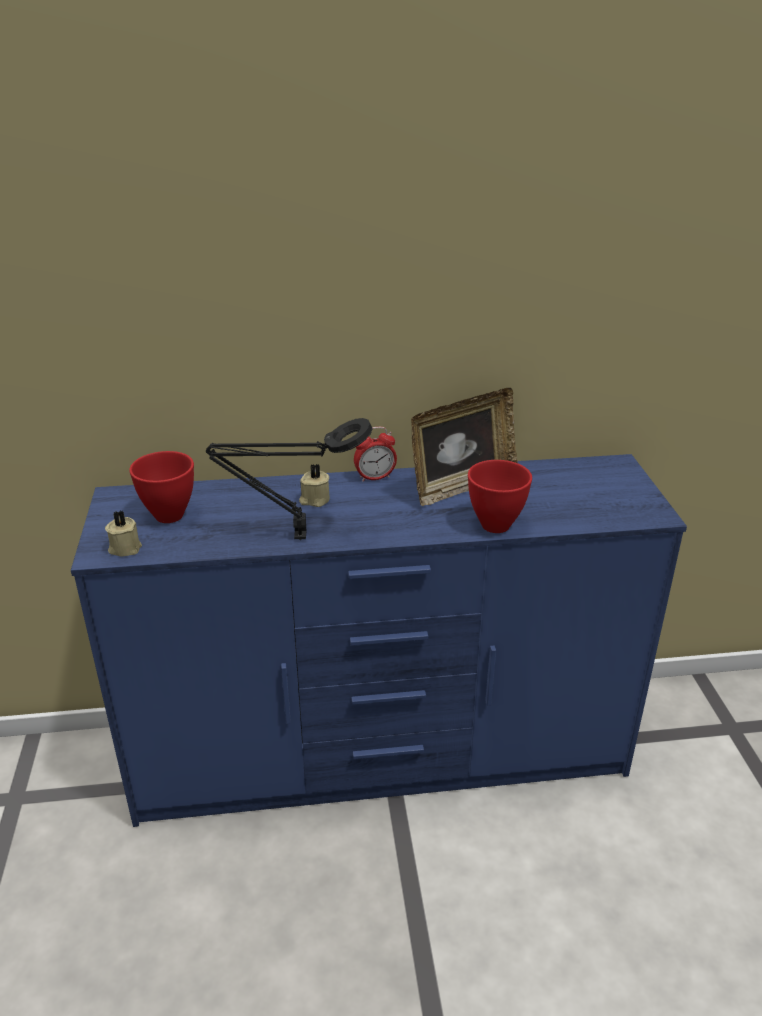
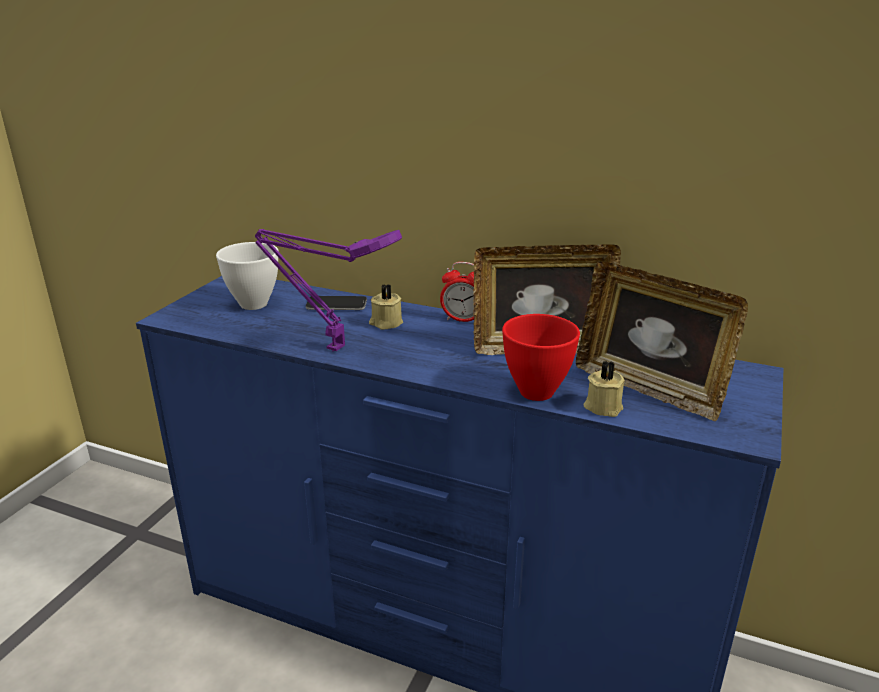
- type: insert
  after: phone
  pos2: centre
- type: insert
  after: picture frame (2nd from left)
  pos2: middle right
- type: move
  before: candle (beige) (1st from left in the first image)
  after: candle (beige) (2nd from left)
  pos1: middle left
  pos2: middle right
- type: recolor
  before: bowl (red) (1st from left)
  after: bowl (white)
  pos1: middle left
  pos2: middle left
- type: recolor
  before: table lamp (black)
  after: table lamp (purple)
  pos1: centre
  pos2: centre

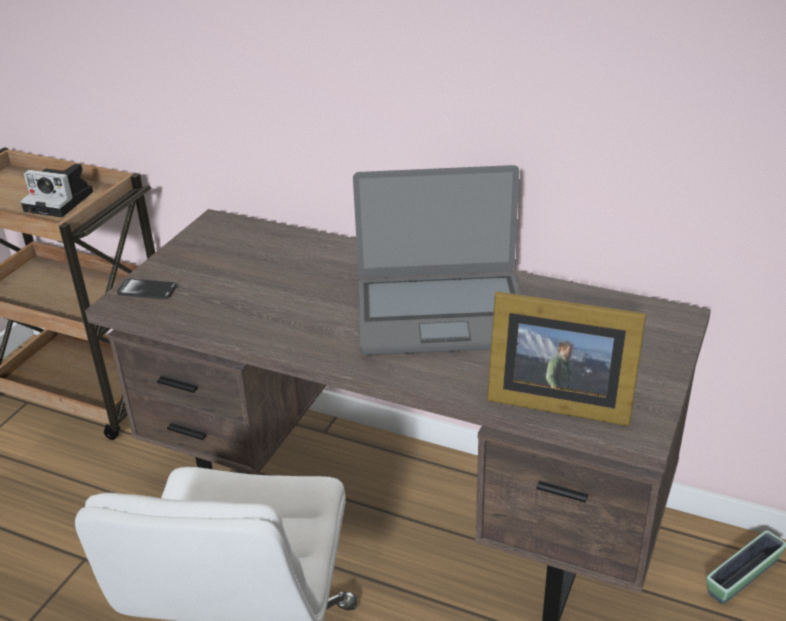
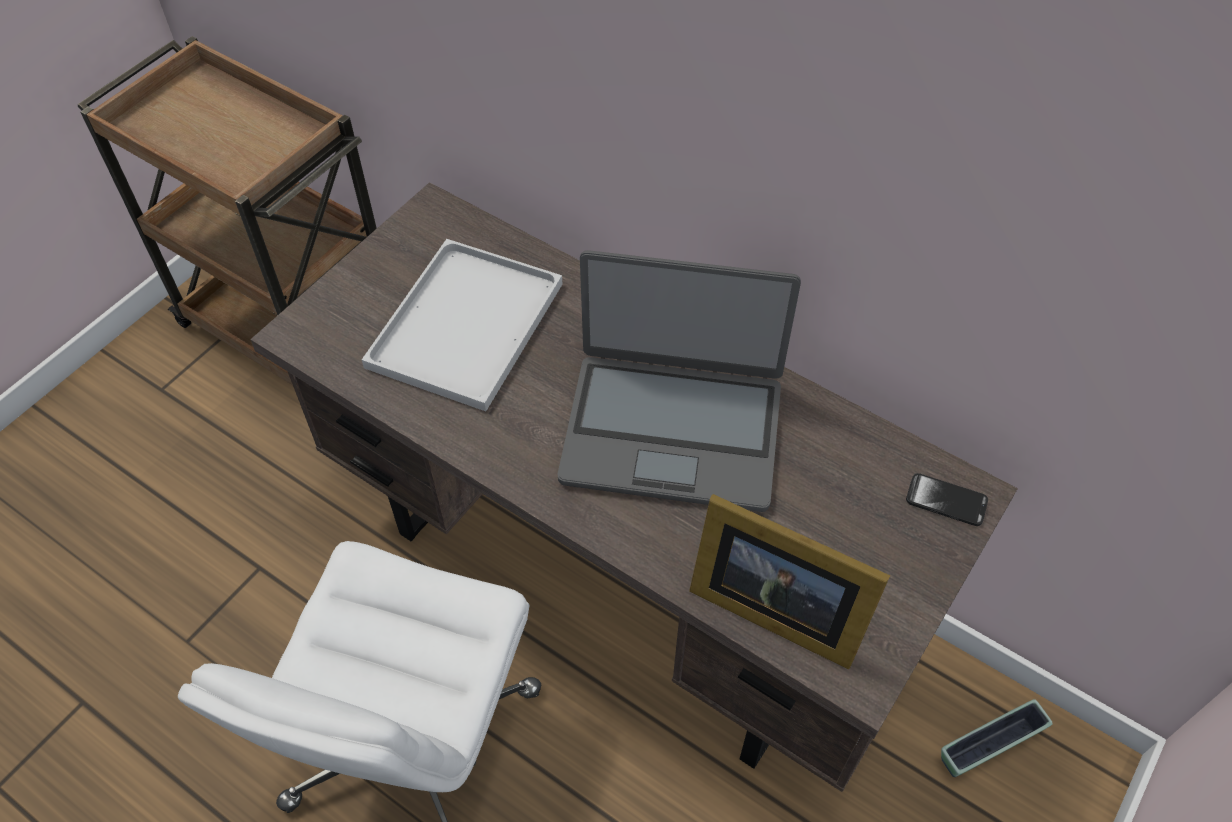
- type: delete
  before: photo camera
  pos1: top left
- type: insert
  after: tray (white)
  pos2: centre
- type: move
  before: phone
  pos1: middle left
  pos2: middle right

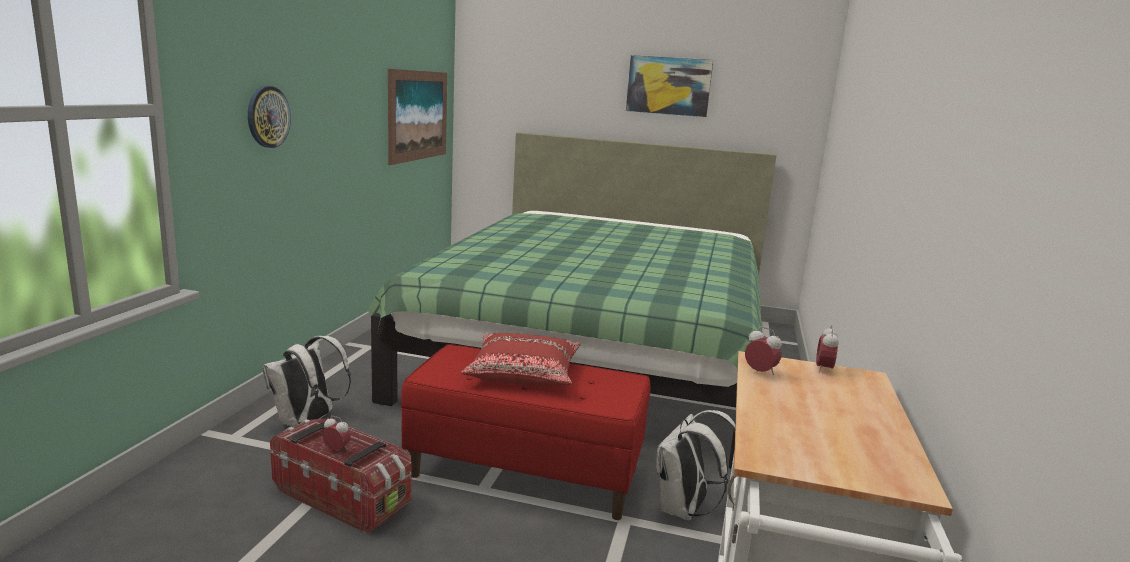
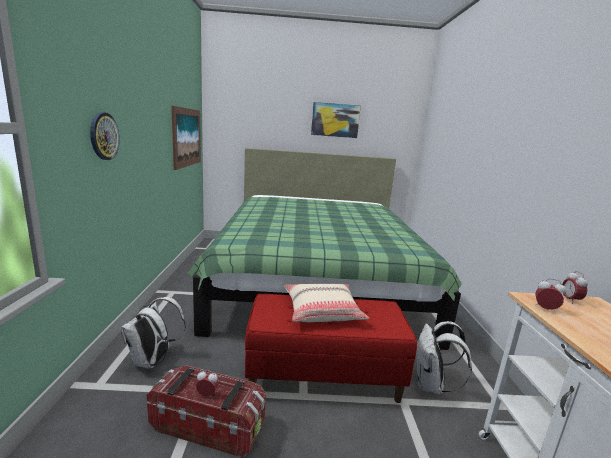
- type: recolor
  before: pillow (red)
  after: pillow (beige)
  pos1: centre
  pos2: centre

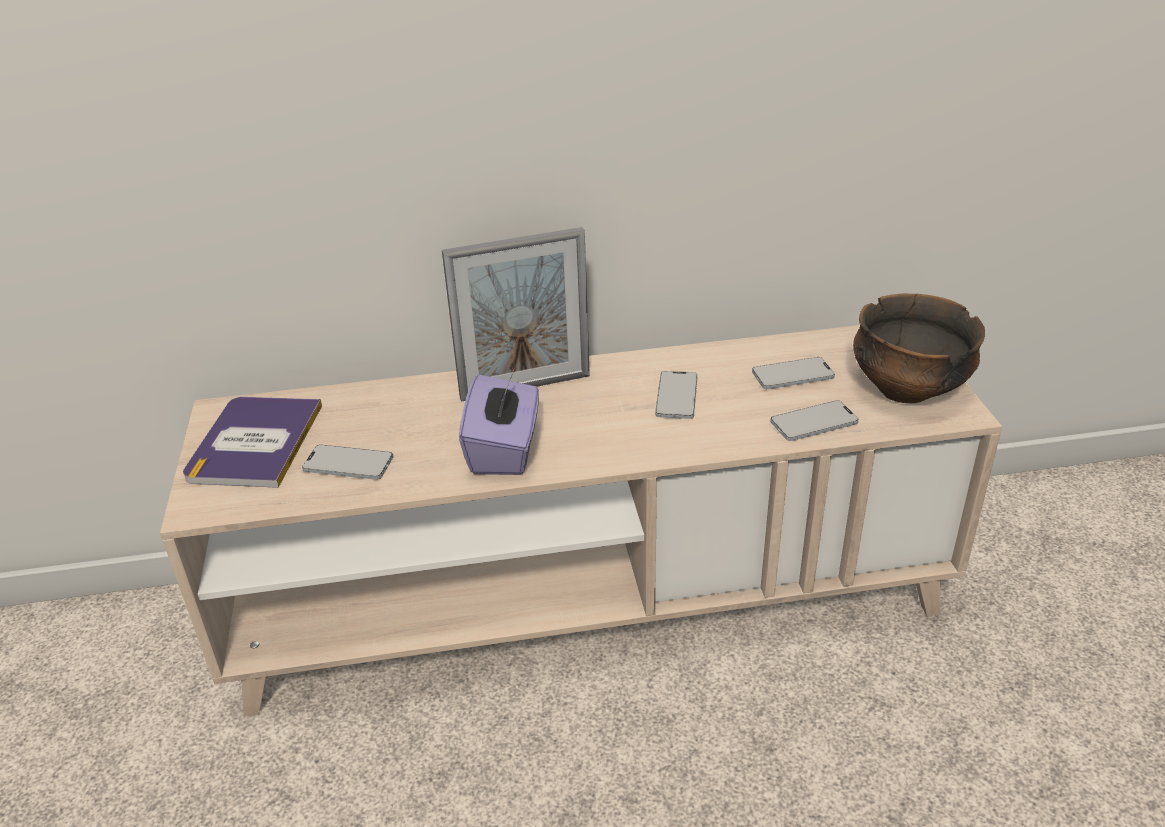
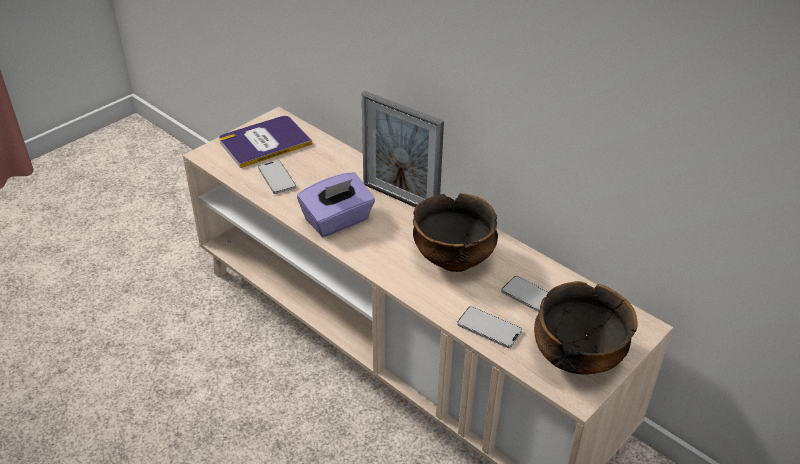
- type: replace
  before: phone (2nd from left)
  after: bowl (1st from left)
  pos1: centre
  pos2: centre

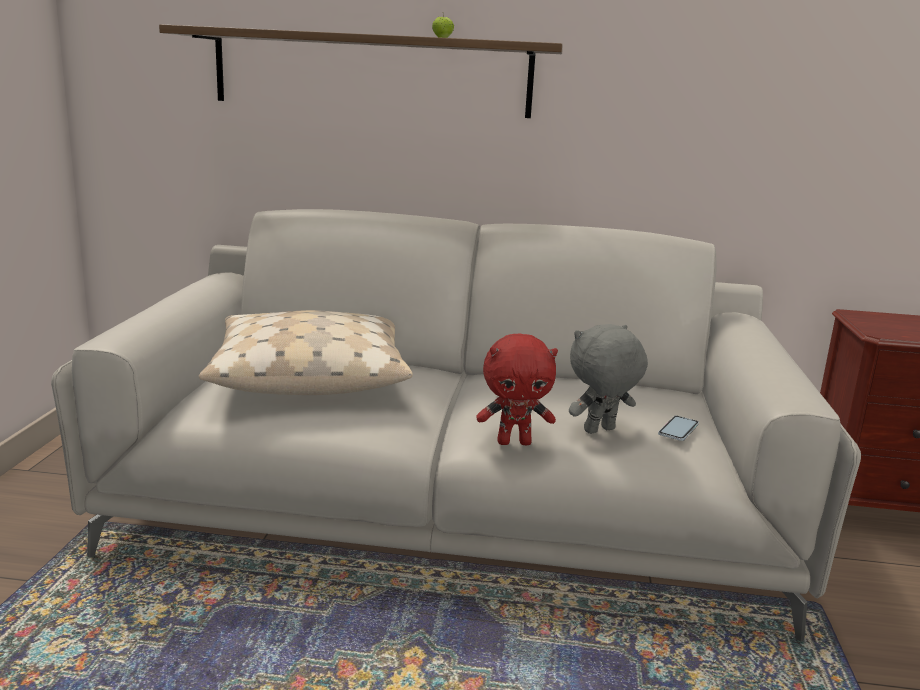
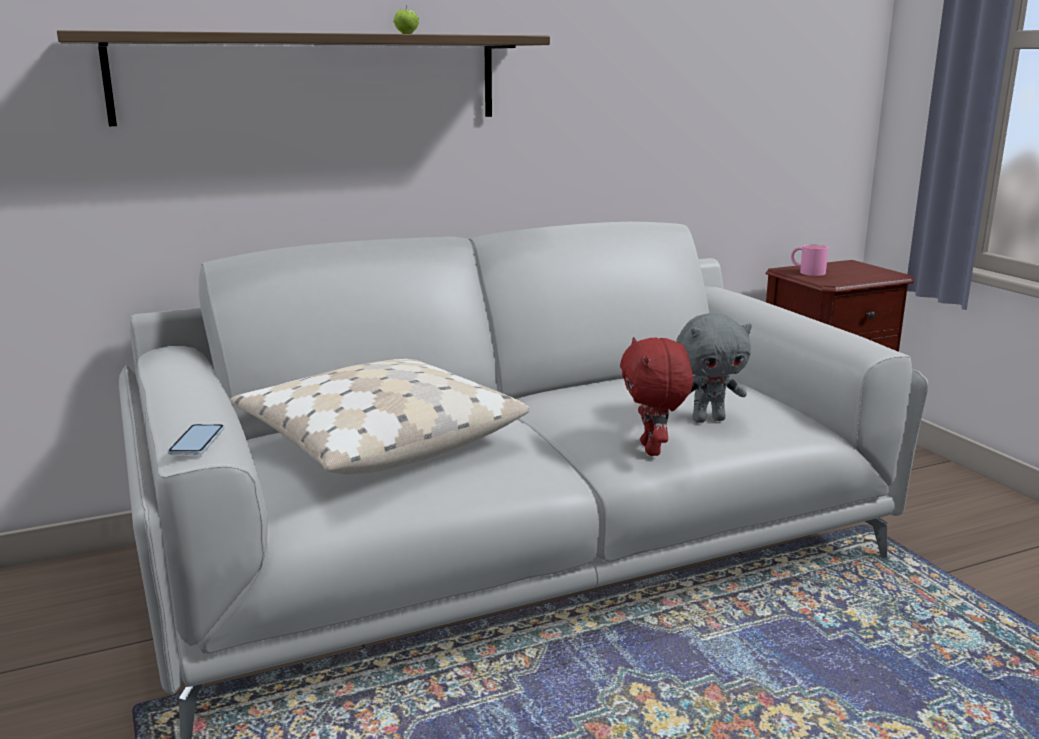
- type: insert
  after: mug (pink)
  pos2: middle right
- type: move
  before: phone
  pos1: middle right
  pos2: middle left
- type: rotate
  before: plush toy (red)
  pos1: centre
  pos2: centre
  turn: 120
- type: rotate
  before: plush toy (grey)
  pos1: centre
  pos2: middle right
  turn: -135

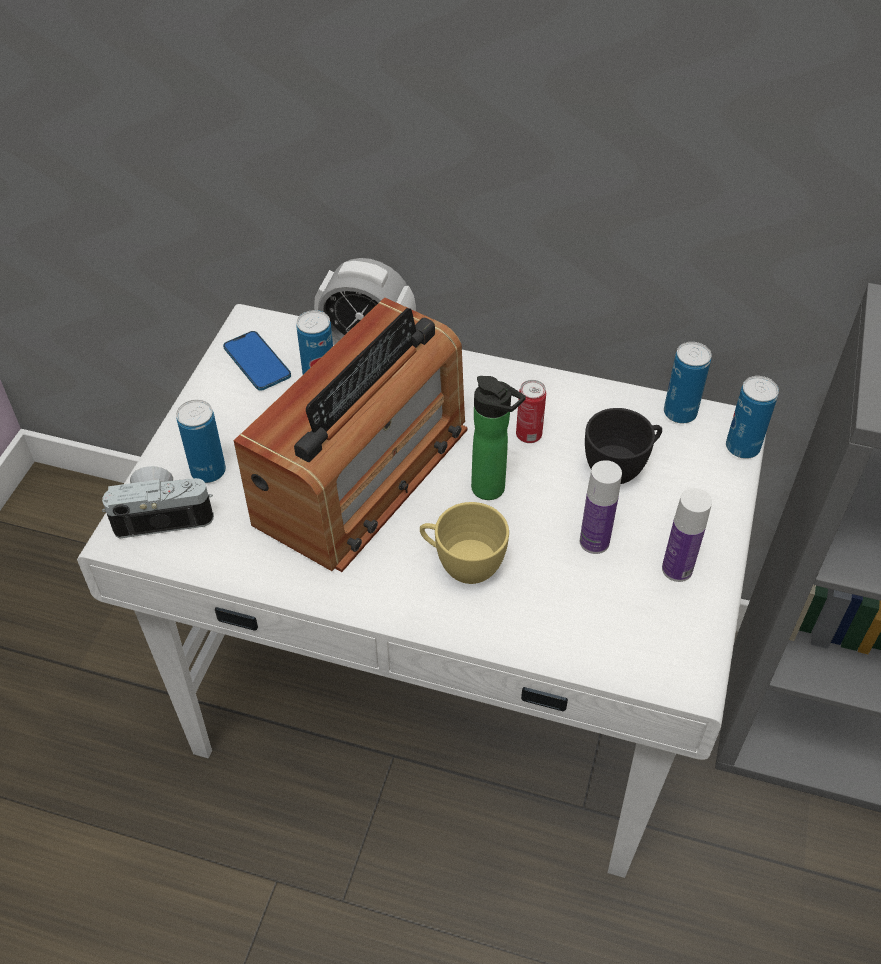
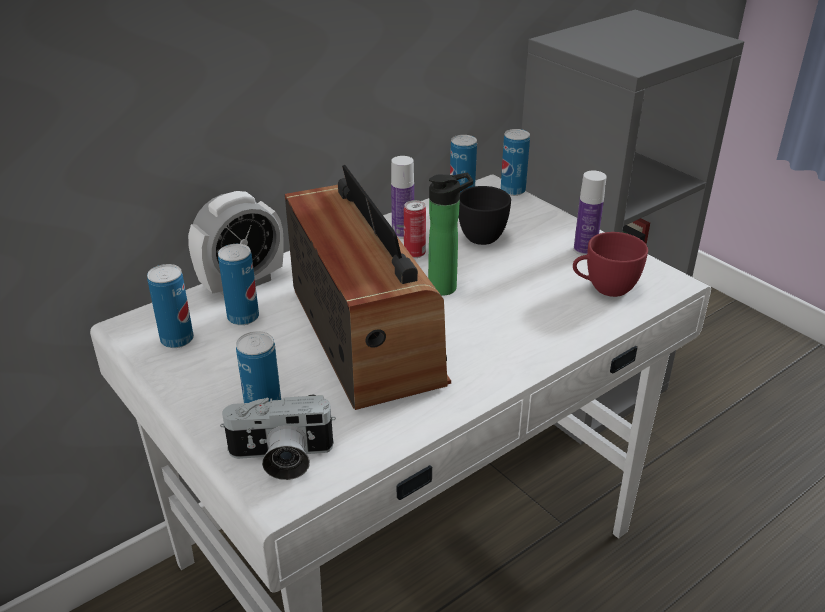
- type: delete
  before: cup (yellow)
  pos1: centre
- type: insert
  after: cup (red)
  pos2: middle right
- type: move
  before: bottle (2nd from left in the first image)
  after: bottle (1st from left)
  pos1: middle right
  pos2: top centre
- type: replace
  before: phone
  after: can (1st from left)
  pos1: middle left
  pos2: middle left
- type: rotate
  before: photo camera
  pos1: middle left
  pos2: bottom centre
  turn: -120

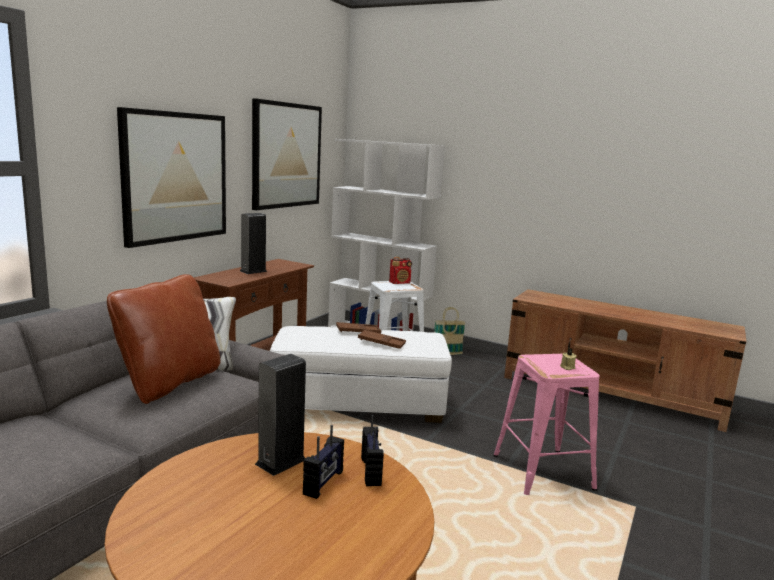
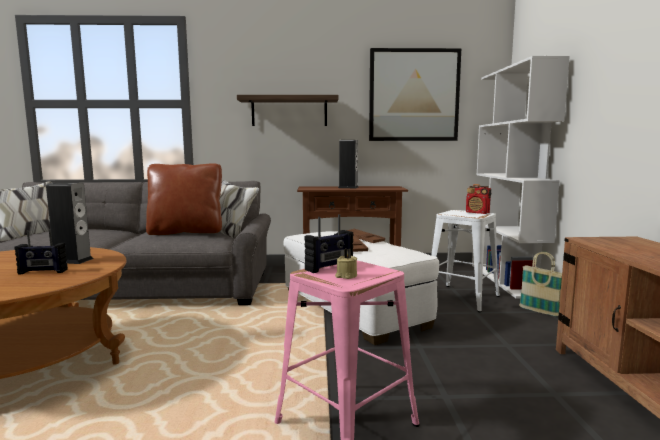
- type: move
  before: radio (2nd from left)
  pos1: bottom centre
  pos2: centre
- type: replace
  before: picture (1st from left)
  after: shelf
  pos1: top left
  pos2: top centre

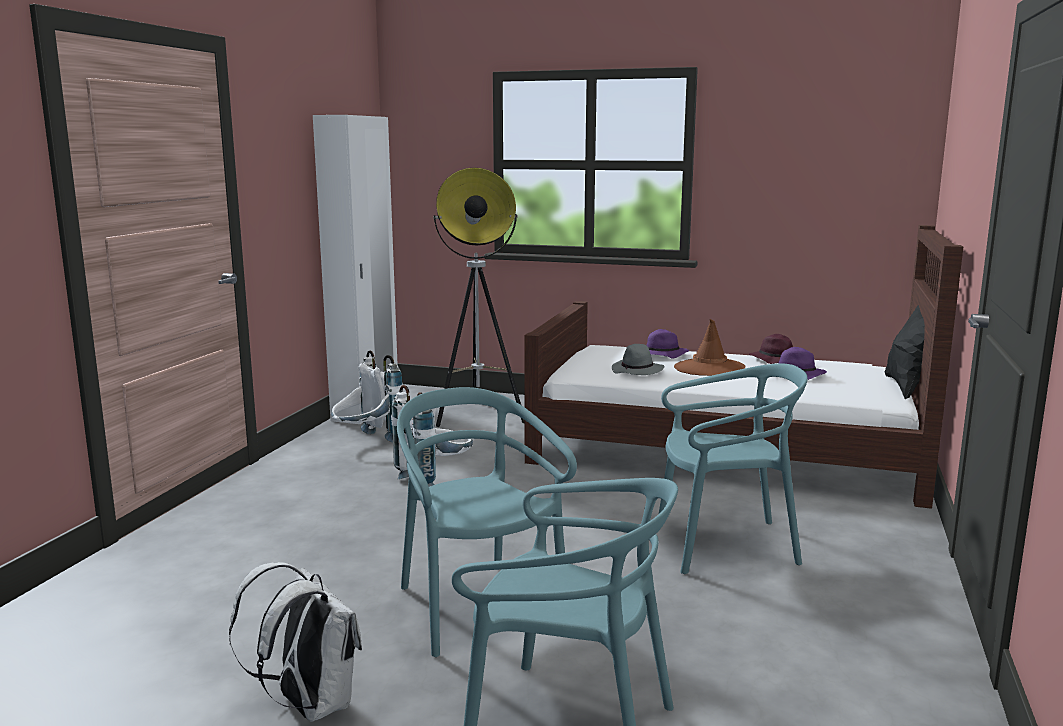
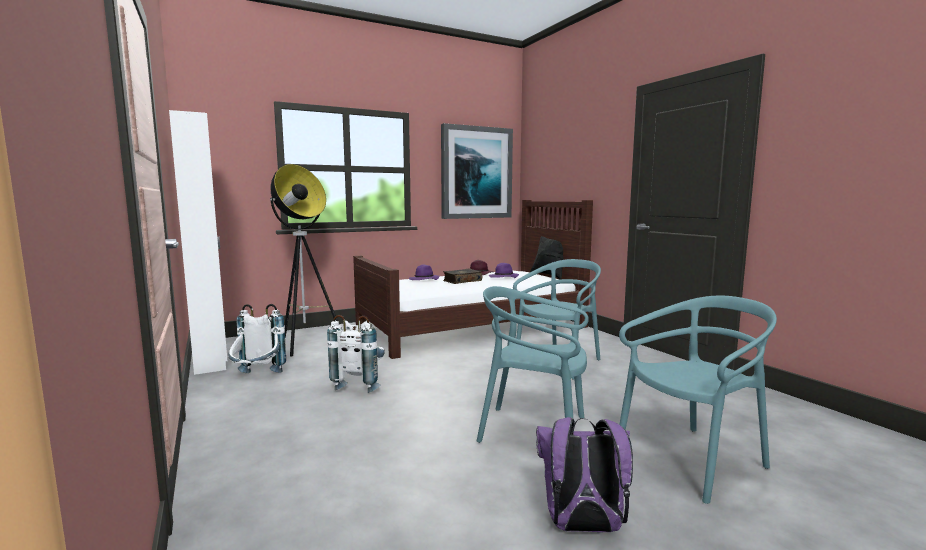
- type: delete
  before: hat (grey)
  pos1: centre
- type: insert
  after: picture
  pos2: top centre
- type: replace
  before: hat (brown)
  after: book
  pos1: middle right
  pos2: centre
- type: recolor
  before: backpack (white) (1st from left)
  after: backpack (purple)
  pos1: bottom left
  pos2: bottom centre

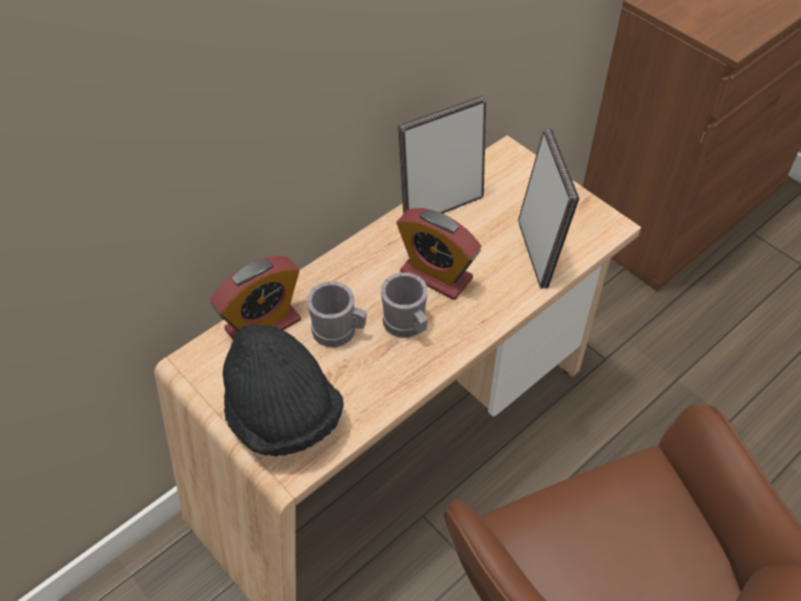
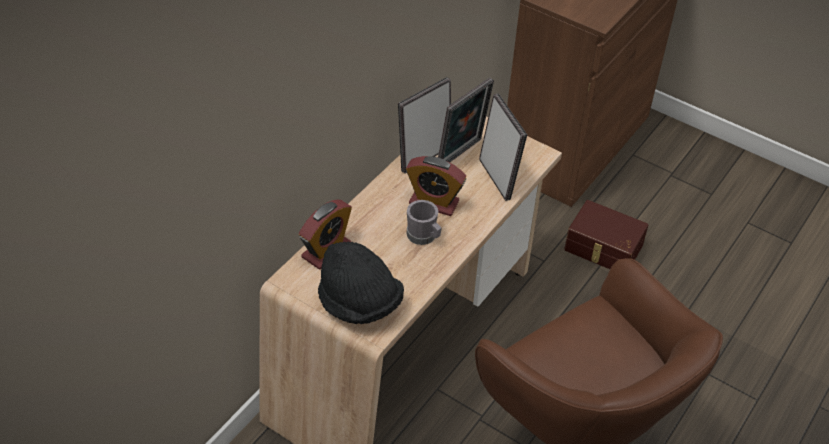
- type: delete
  before: mug (grey) (1st from left)
  pos1: centre
- type: insert
  after: picture frame (2nd from left)
  pos2: top centre
- type: insert
  after: storage box (brown)
  pos2: middle right

